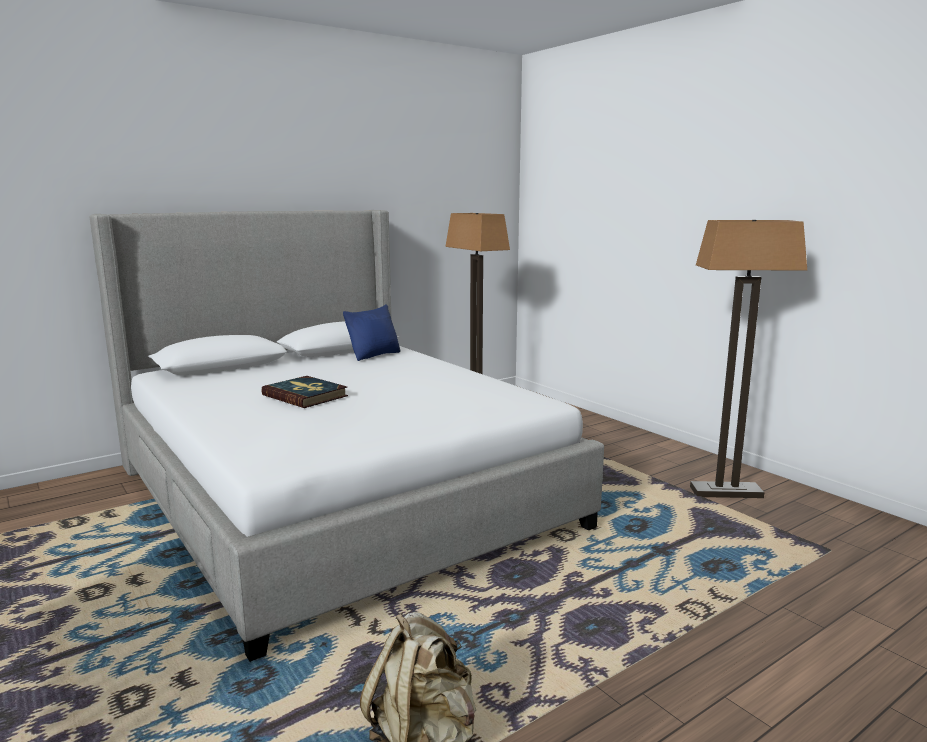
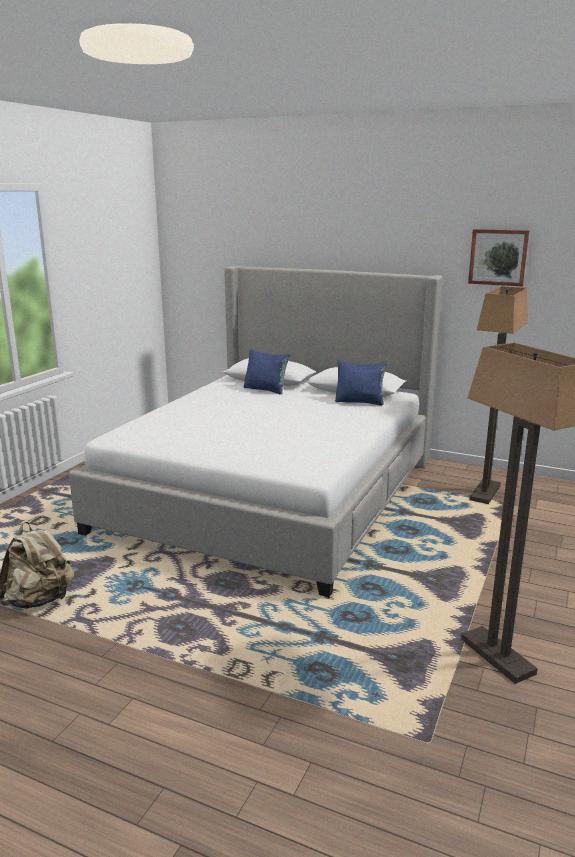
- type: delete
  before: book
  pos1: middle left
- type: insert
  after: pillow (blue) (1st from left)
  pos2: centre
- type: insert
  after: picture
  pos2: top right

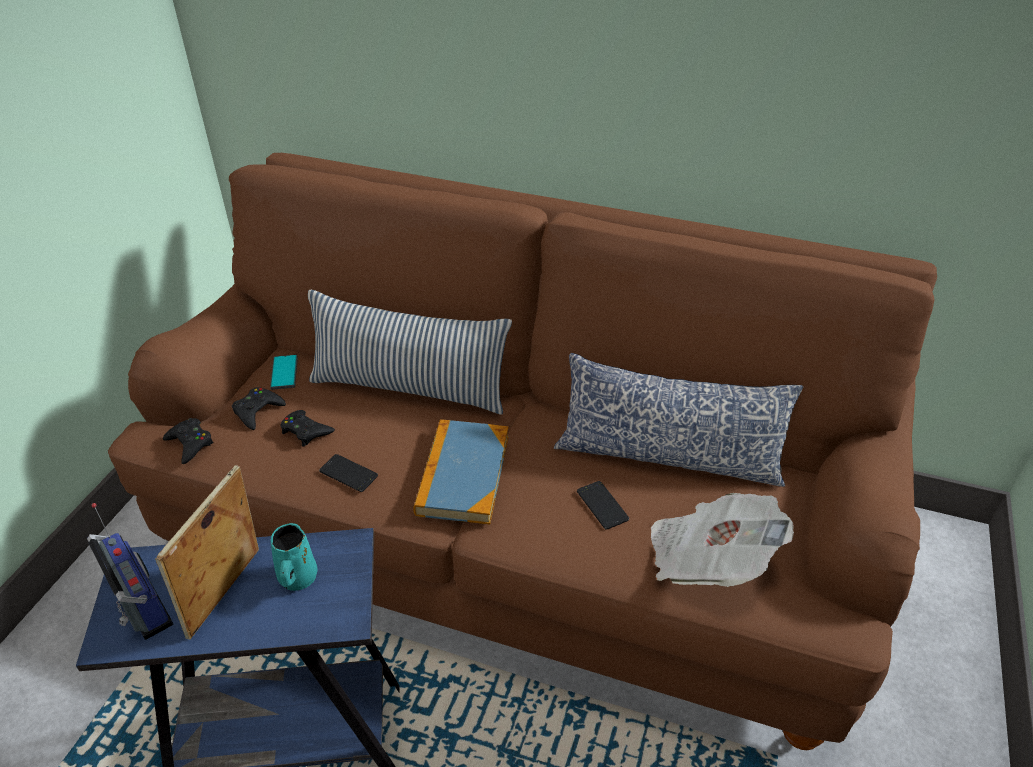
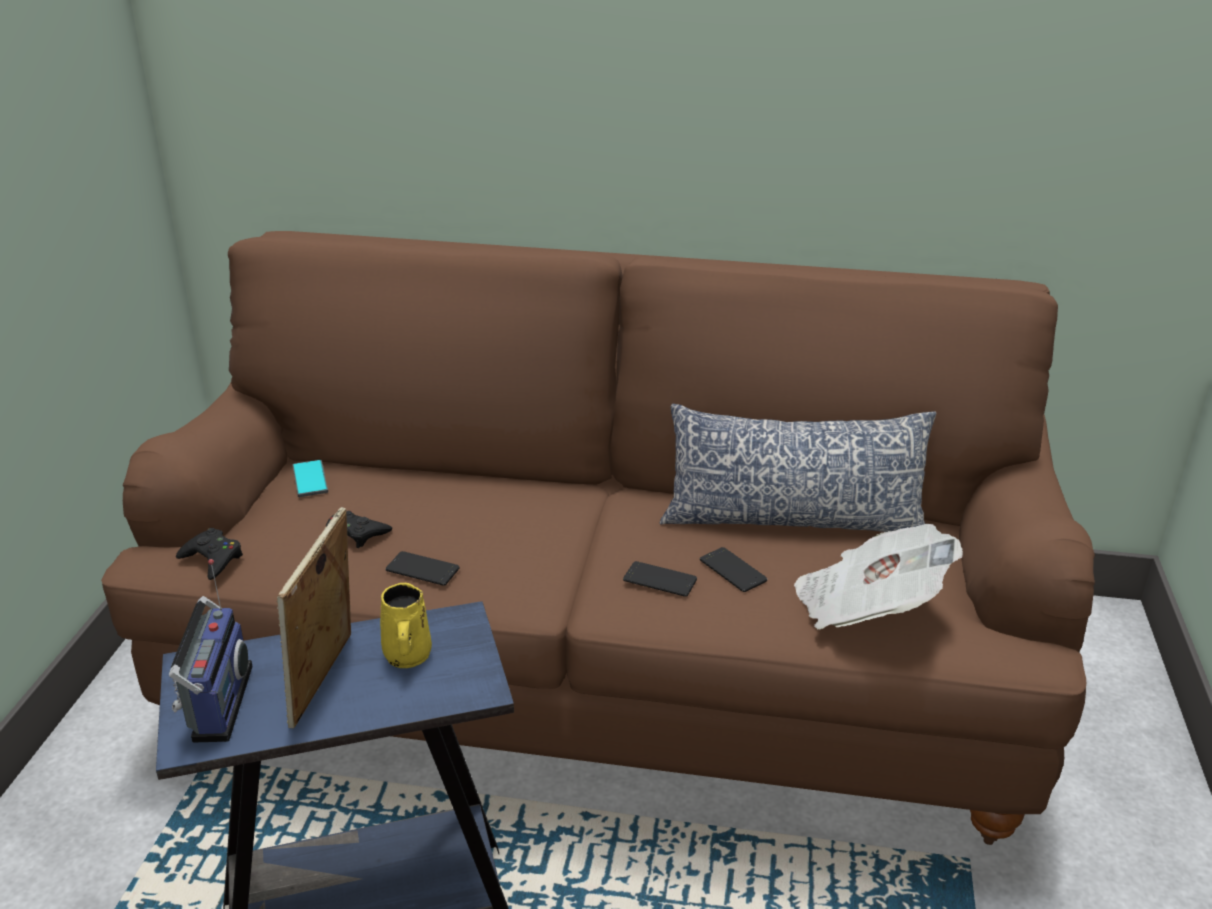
- type: delete
  before: game controller (black) (2nd from left)
  pos1: middle left
- type: delete
  before: pillow (1st from left)
  pos1: centre
- type: delete
  before: book
  pos1: centre
- type: insert
  after: phone (3rd from left)
  pos2: centre
- type: recolor
  before: mug (turquoise)
  after: mug (yellow)
  pos1: bottom left
  pos2: bottom centre
- type: rotate
  before: radio
  pos1: bottom left
  pos2: bottom left
  turn: 45

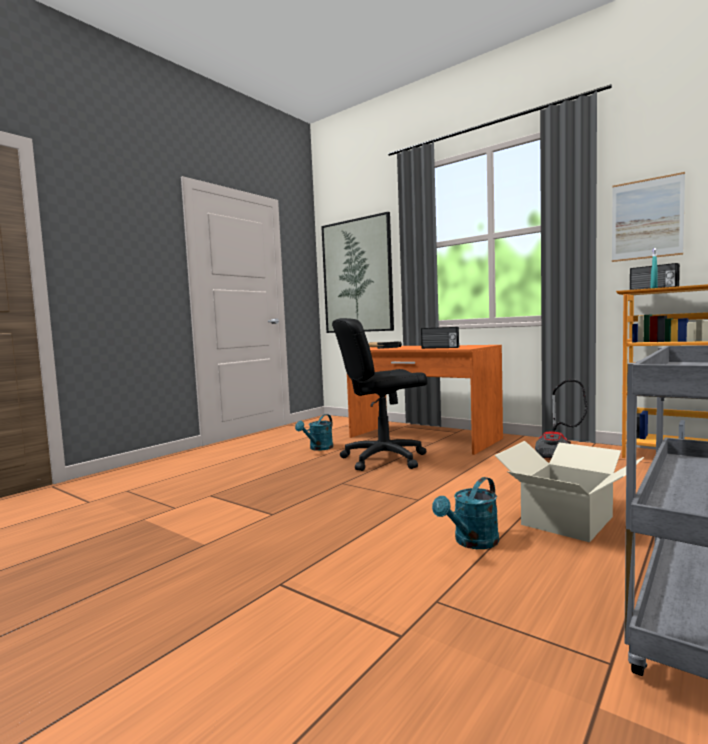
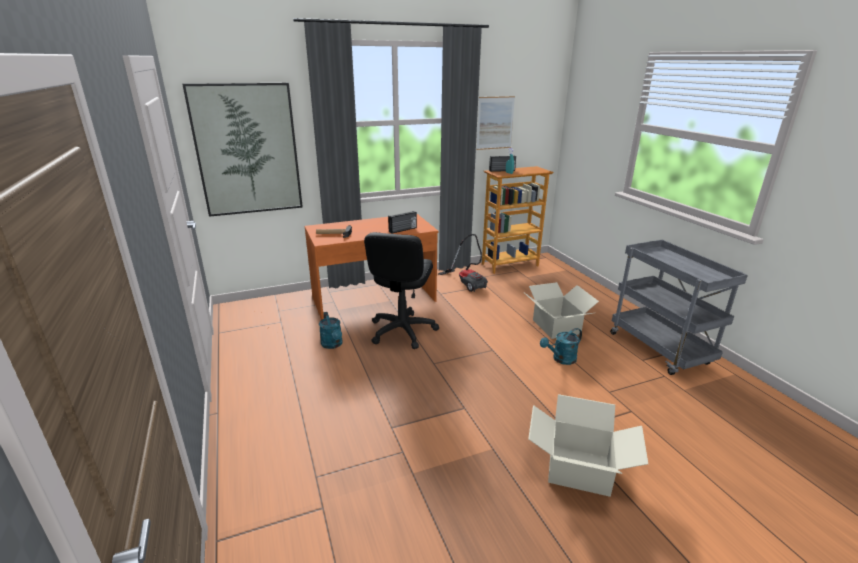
- type: insert
  after: cardboard box (2nd from left)
  pos2: bottom right
- type: rotate
  before: watering can (turquoise) (2nd from left)
  pos1: bottom centre
  pos2: centre
  turn: 75

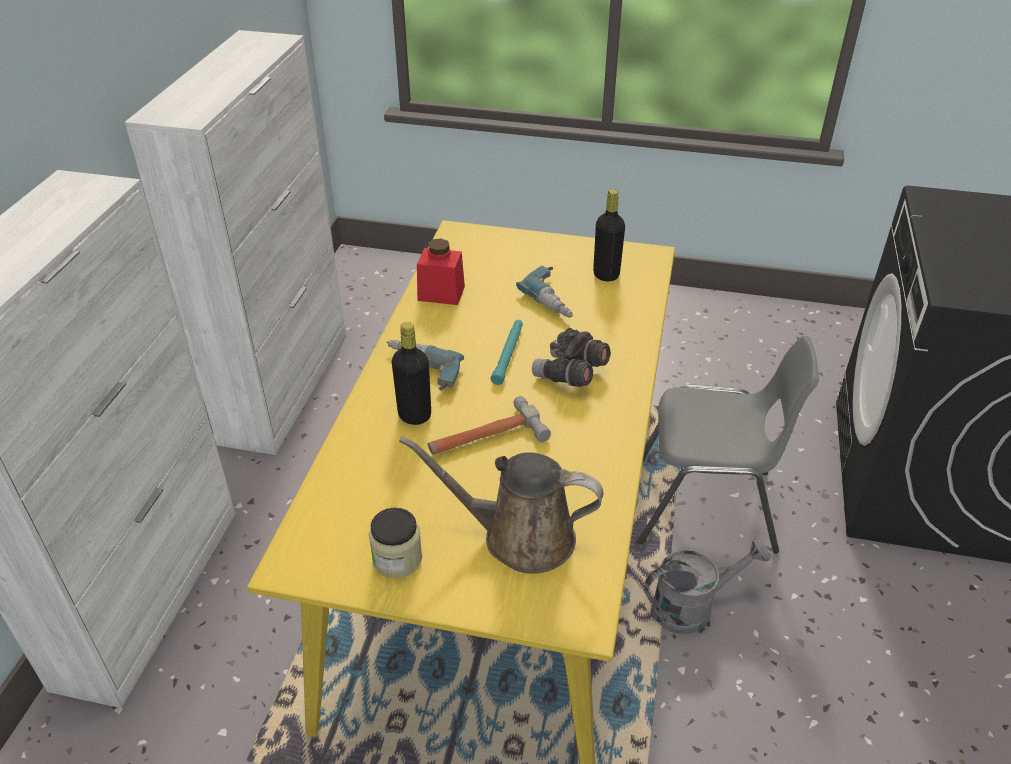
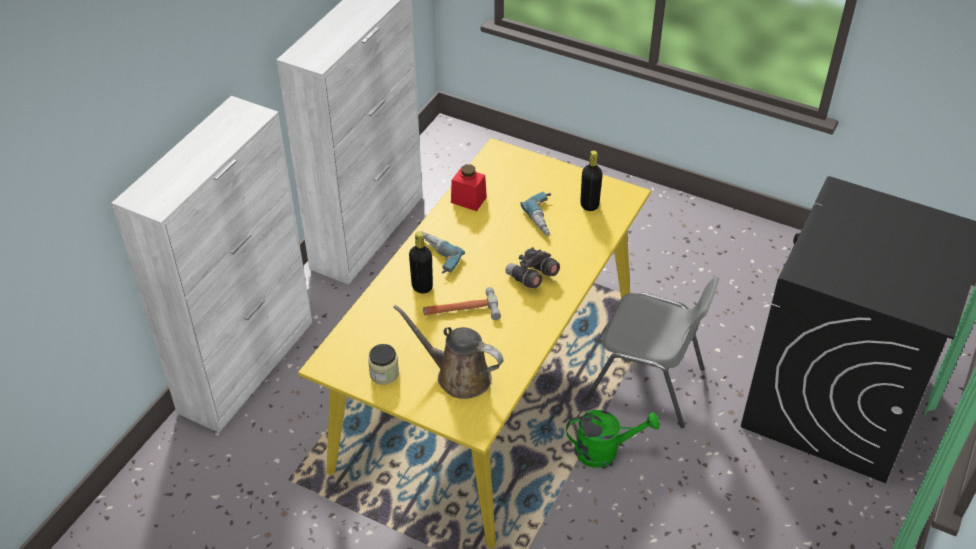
- type: delete
  before: flashlight (turquoise)
  pos1: centre
- type: recolor
  before: watering can (grey)
  after: watering can (green)
  pos1: bottom right
  pos2: bottom centre

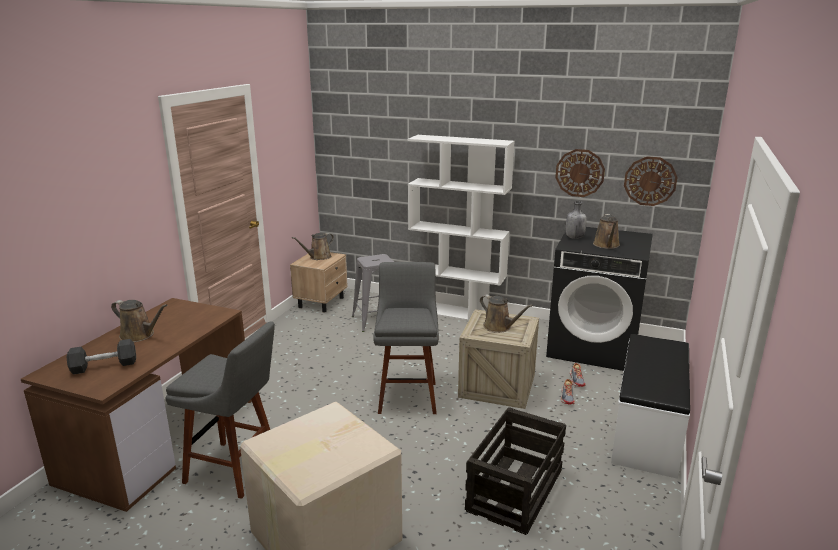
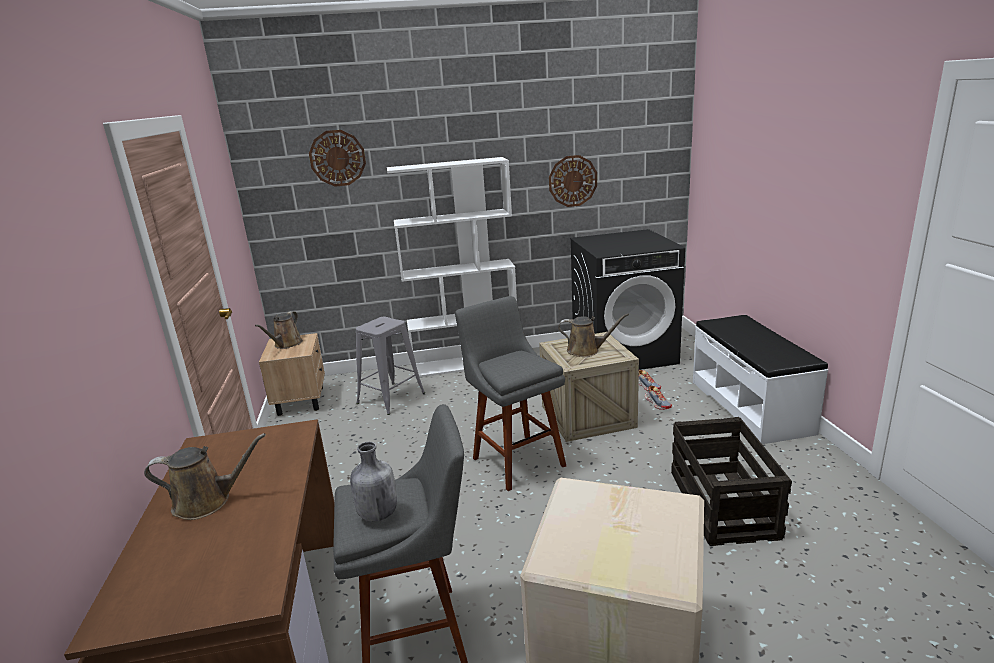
- type: delete
  before: dumbbell (grey)
  pos1: middle left
- type: delete
  before: watering can (brown) (4th from left)
  pos1: middle right
- type: move
  before: bottle (grey)
  pos1: middle right
  pos2: bottom centre
- type: move
  before: wall clock (2nd from left in the first image)
  after: wall clock (1st from left)
  pos1: top right
  pos2: top centre

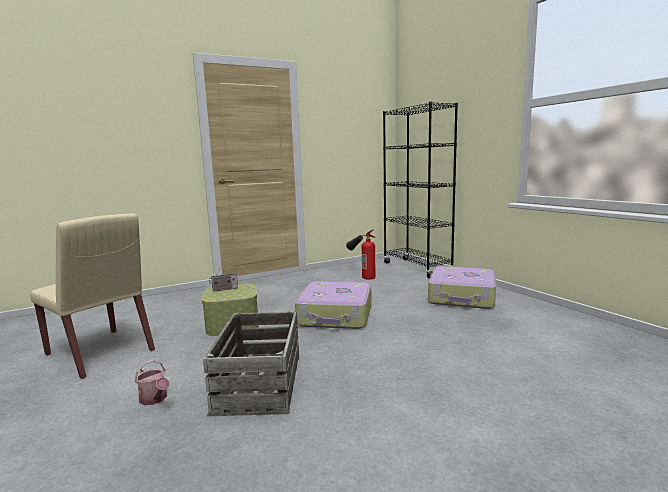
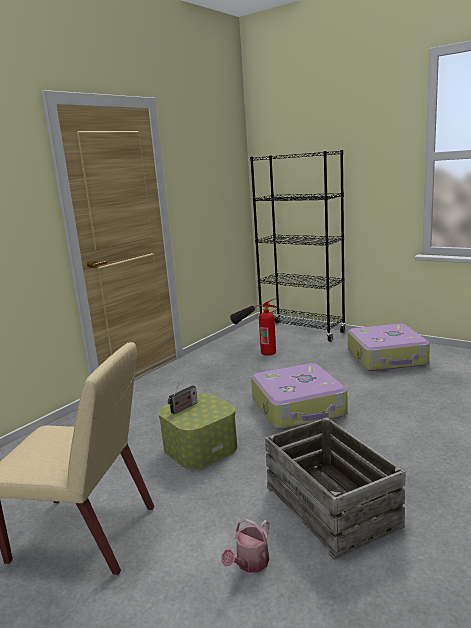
- type: rotate
  before: watering can
  pos1: bottom left
  pos2: bottom centre
  turn: 105

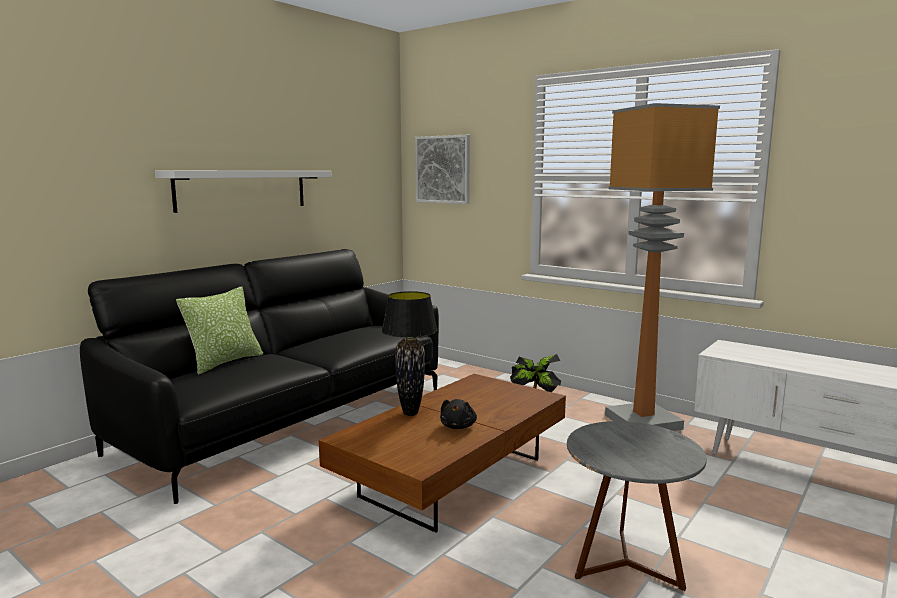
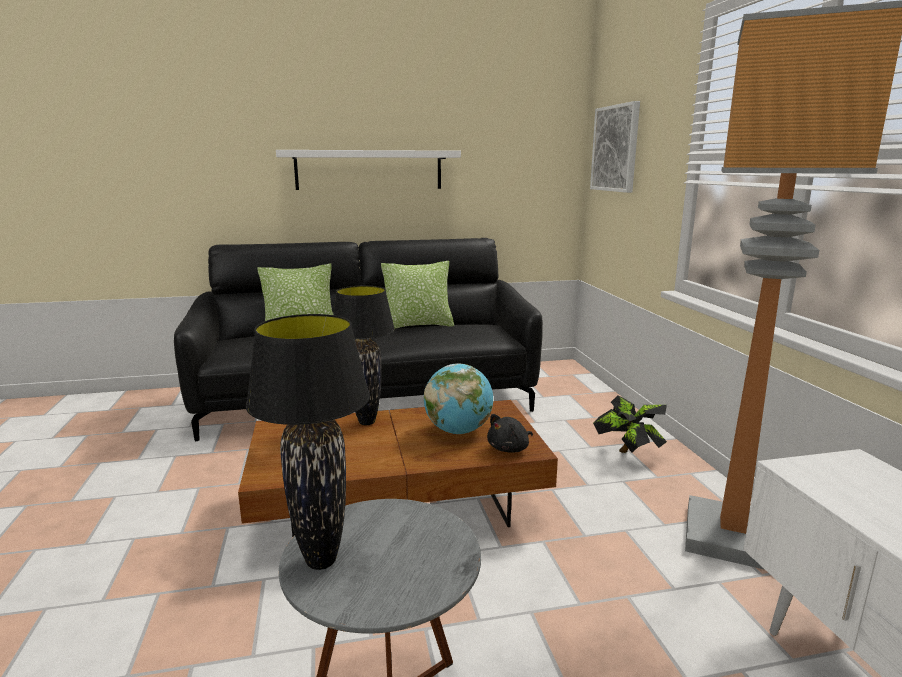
- type: insert
  after: table lamp (black) (1st from left)
  pos2: centre
- type: insert
  after: pillow (2nd from left)
  pos2: centre
- type: insert
  after: globe
  pos2: centre
- type: move
  before: plush toy (black)
  pos1: bottom centre
  pos2: centre

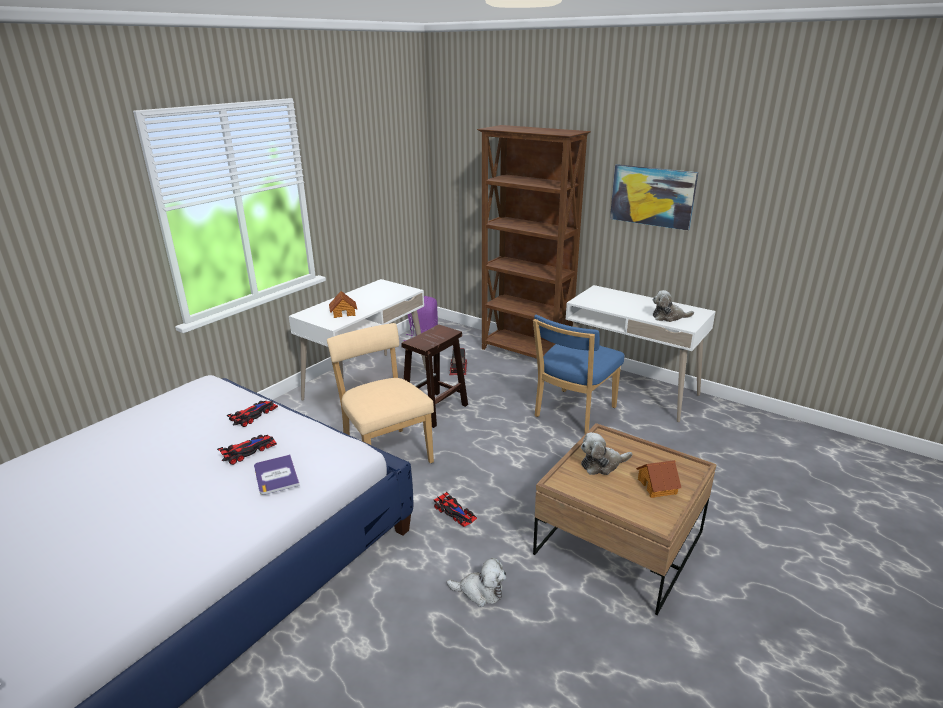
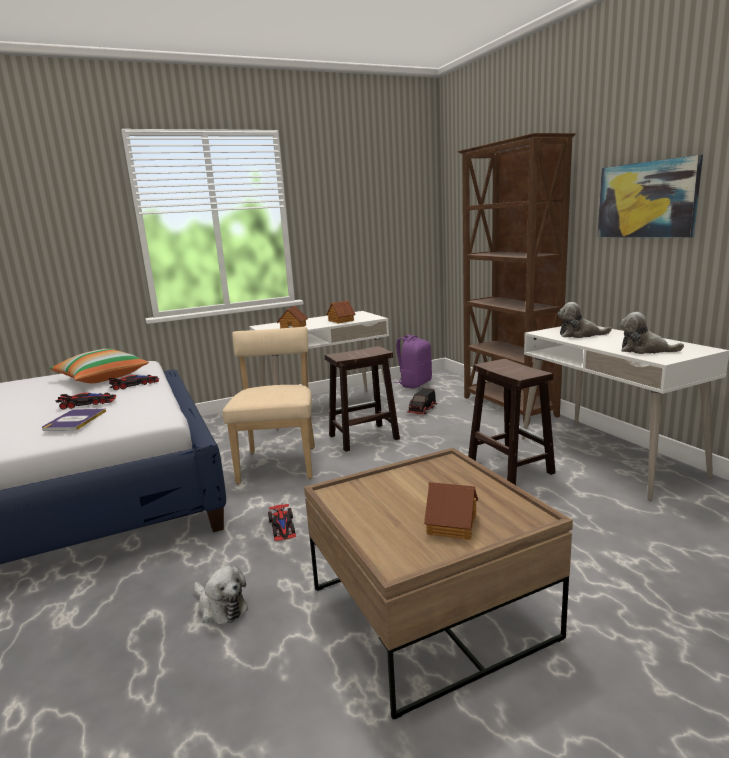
- type: insert
  after: pillow
  pos2: middle left
- type: insert
  after: toy house (2nd from left)
  pos2: centre
- type: move
  before: plush toy (2nd from left)
  pos1: centre
  pos2: middle right
- type: replace
  before: chair (blue)
  after: stool (brown) (2nd from left)
  pos1: centre
  pos2: middle right

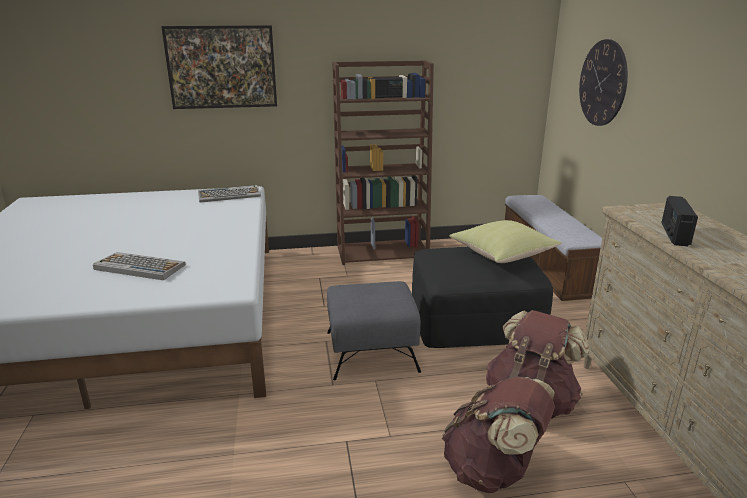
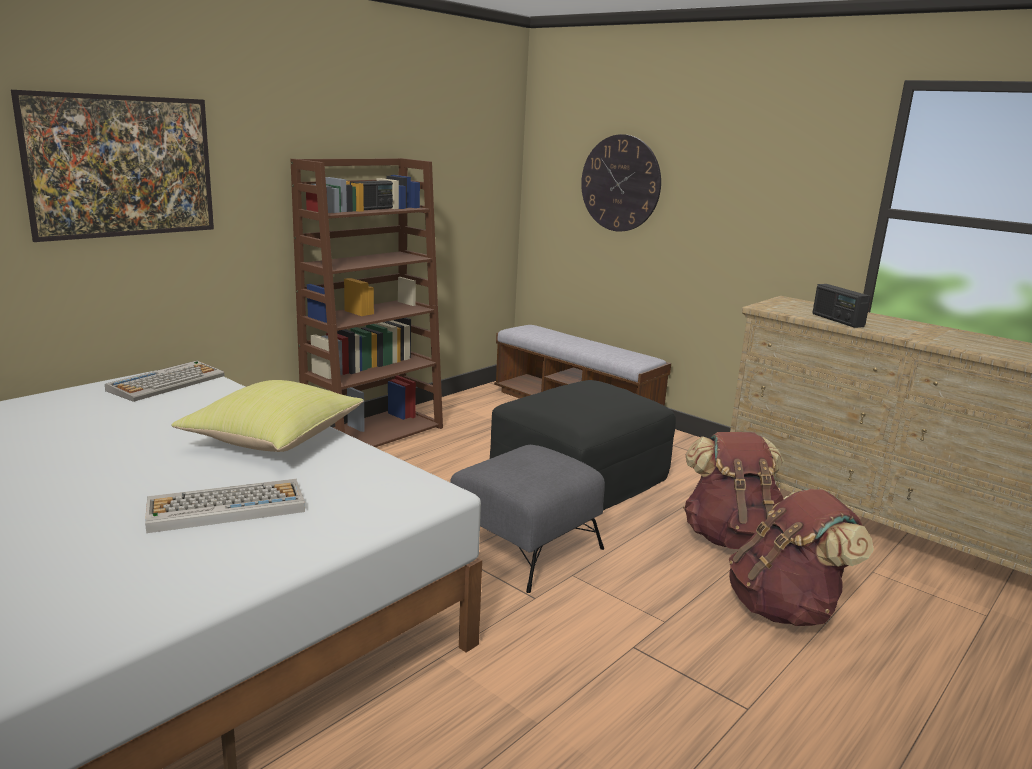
- type: move
  before: pillow (yellow)
  pos1: middle right
  pos2: middle left

